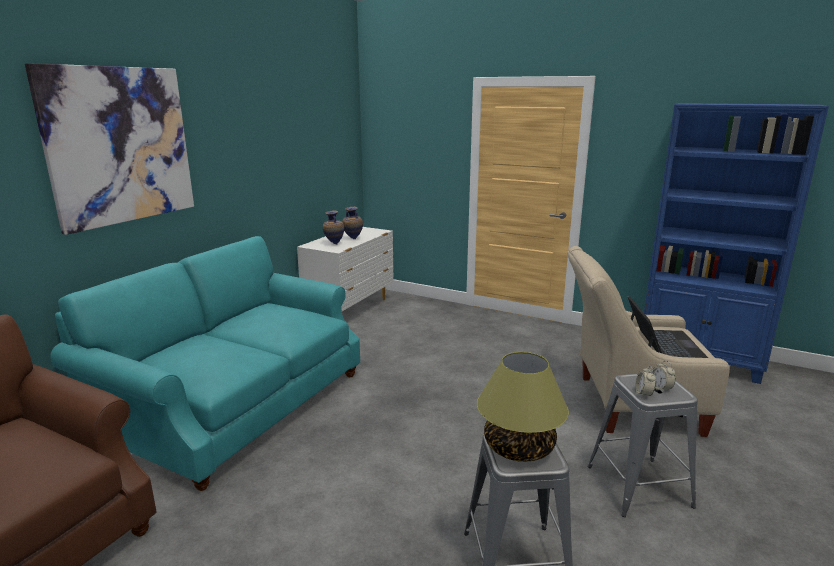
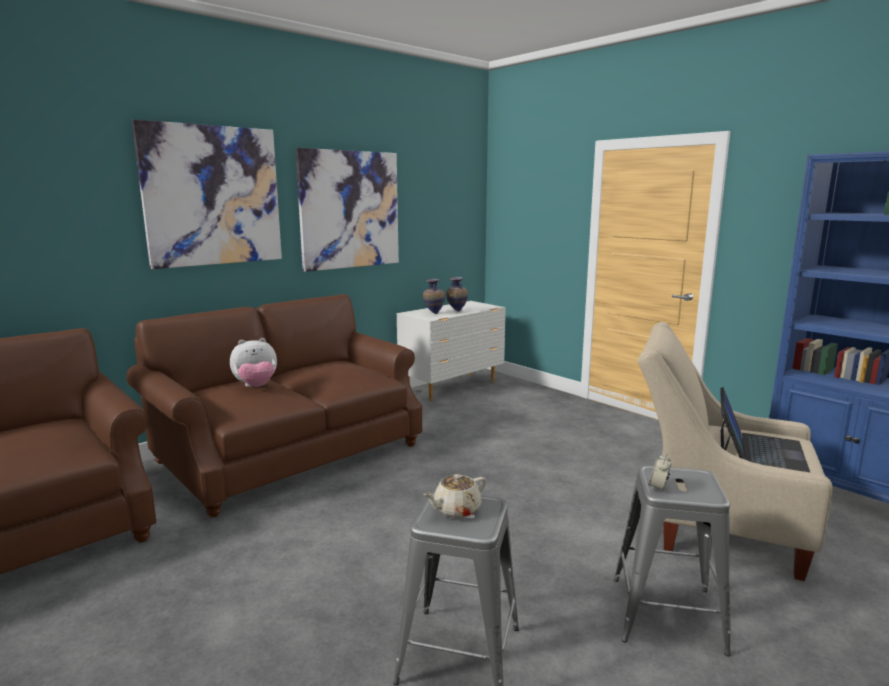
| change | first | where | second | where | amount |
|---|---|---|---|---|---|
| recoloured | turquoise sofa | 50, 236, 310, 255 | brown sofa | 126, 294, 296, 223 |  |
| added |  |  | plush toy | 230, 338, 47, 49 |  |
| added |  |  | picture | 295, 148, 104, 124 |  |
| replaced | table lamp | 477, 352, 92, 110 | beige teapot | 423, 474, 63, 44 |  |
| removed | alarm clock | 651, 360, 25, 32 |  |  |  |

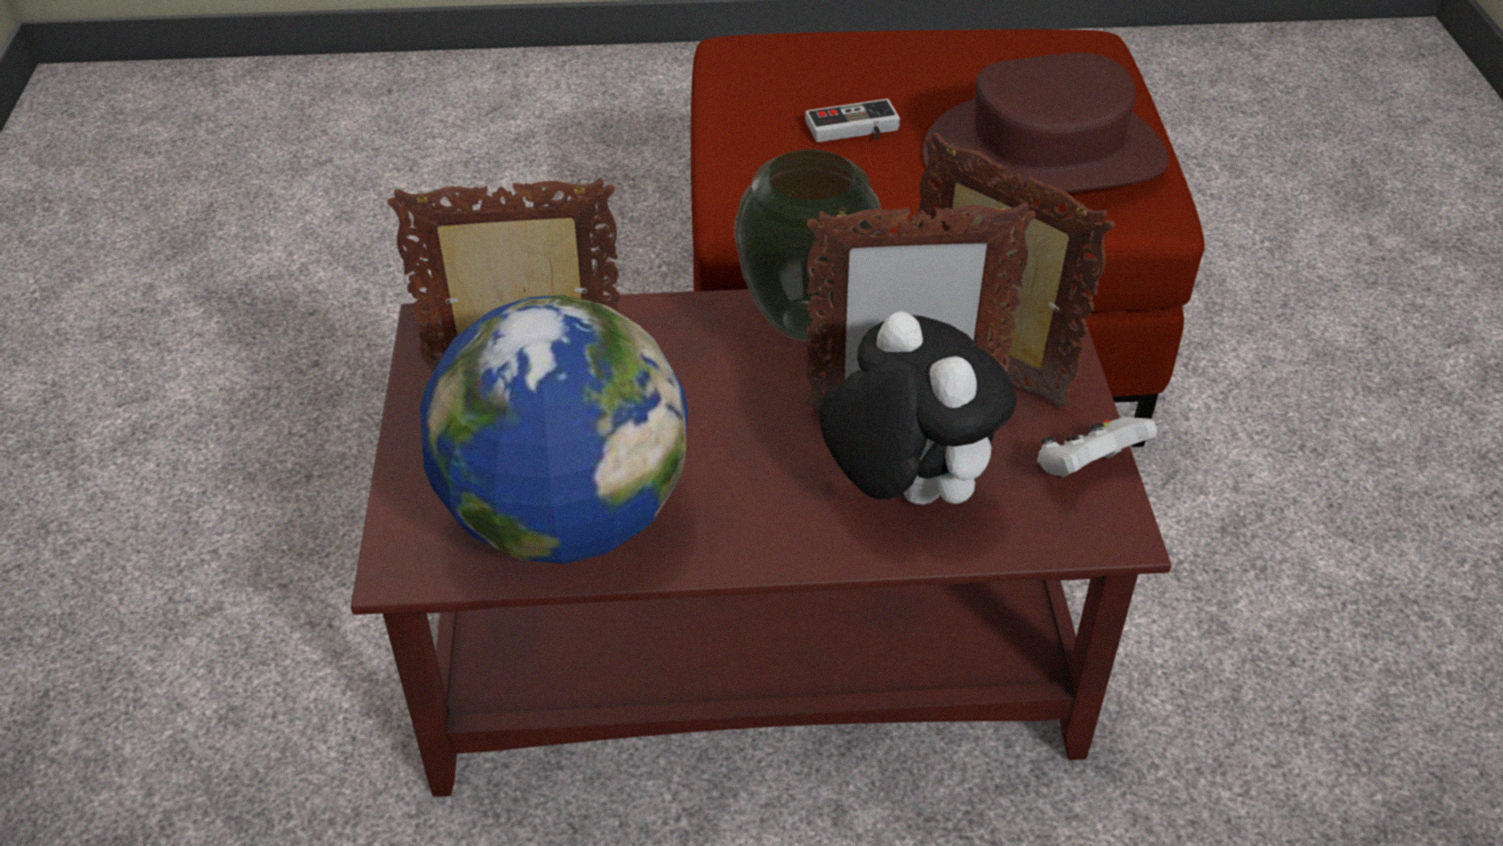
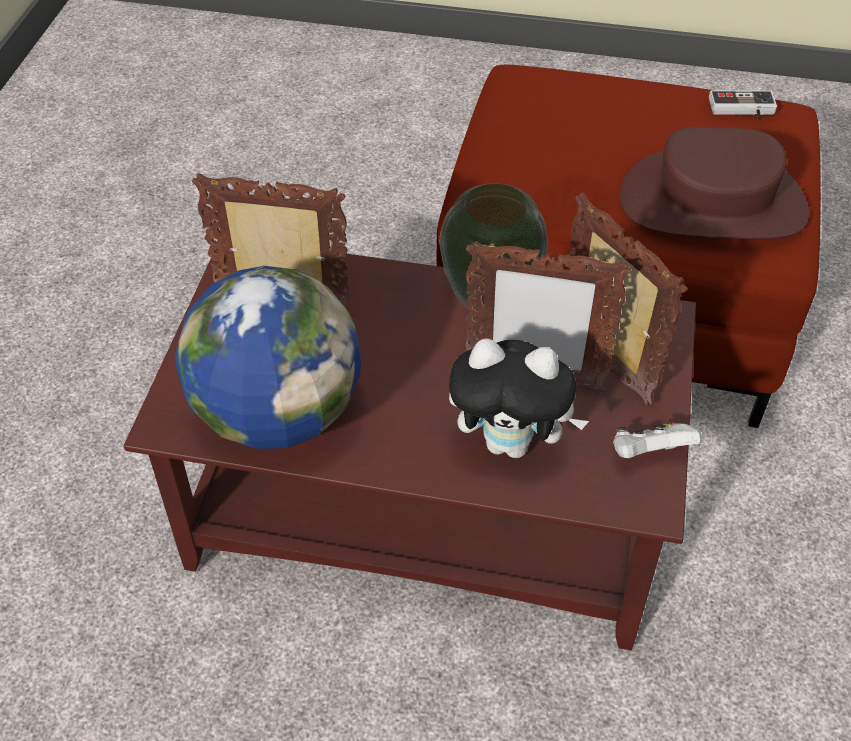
| change | first | where | second | where | amount |
|---|---|---|---|---|---|
| turned | plush toy | 819, 311, 198, 194 |  | 449, 338, 140, 120 | 120 degrees clockwise |
| moved | game controller | 805, 99, 95, 43 |  | 709, 90, 68, 29 |  |

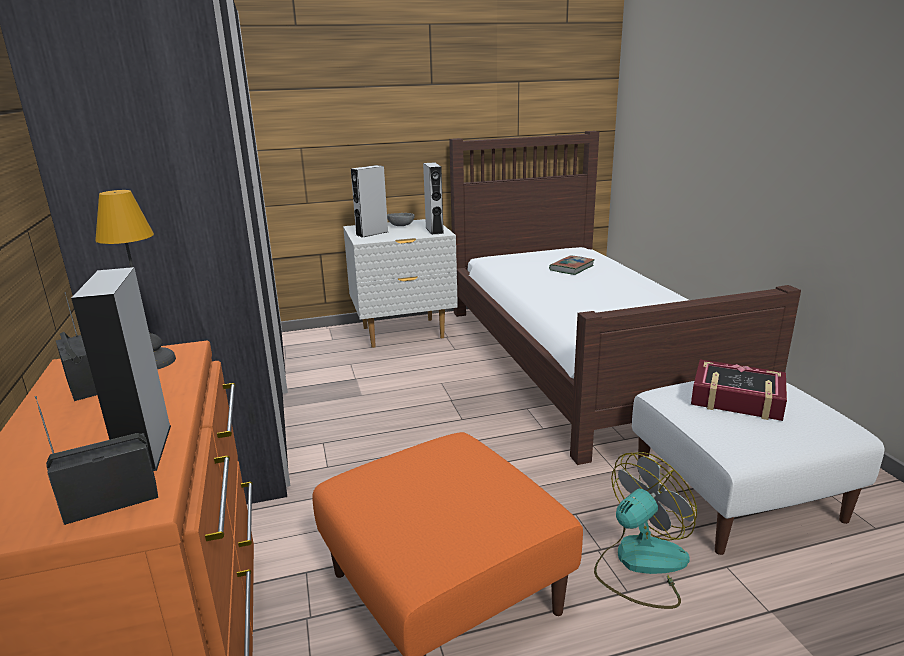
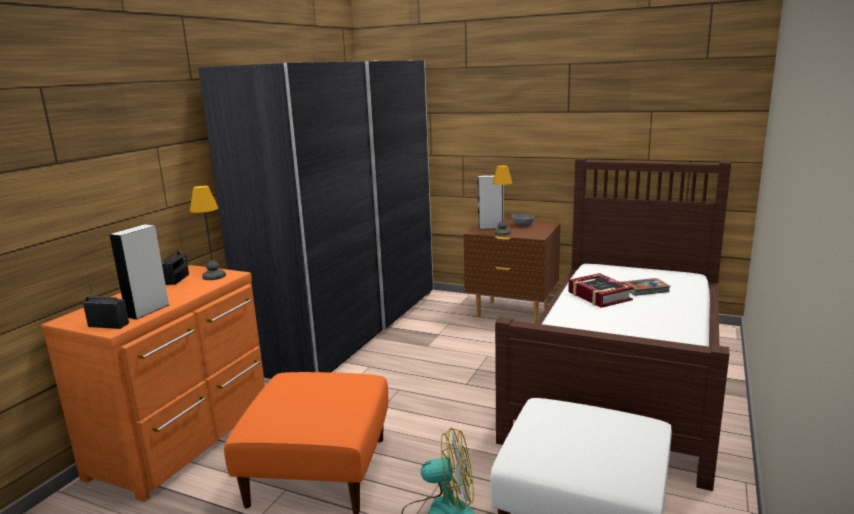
| change | first | where | second | where | amount |
|---|---|---|---|---|---|
| recoloured | white nightstand | 343, 219, 115, 129 | brown nightstand | 463, 220, 97, 103 |  |
| added |  |  | table lamp | 492, 165, 20, 71 |  |
| moved | book | 691, 360, 96, 61 |  | 568, 273, 66, 35 |  |
| removed | grey speaker | 423, 162, 21, 73 |  |  |  |

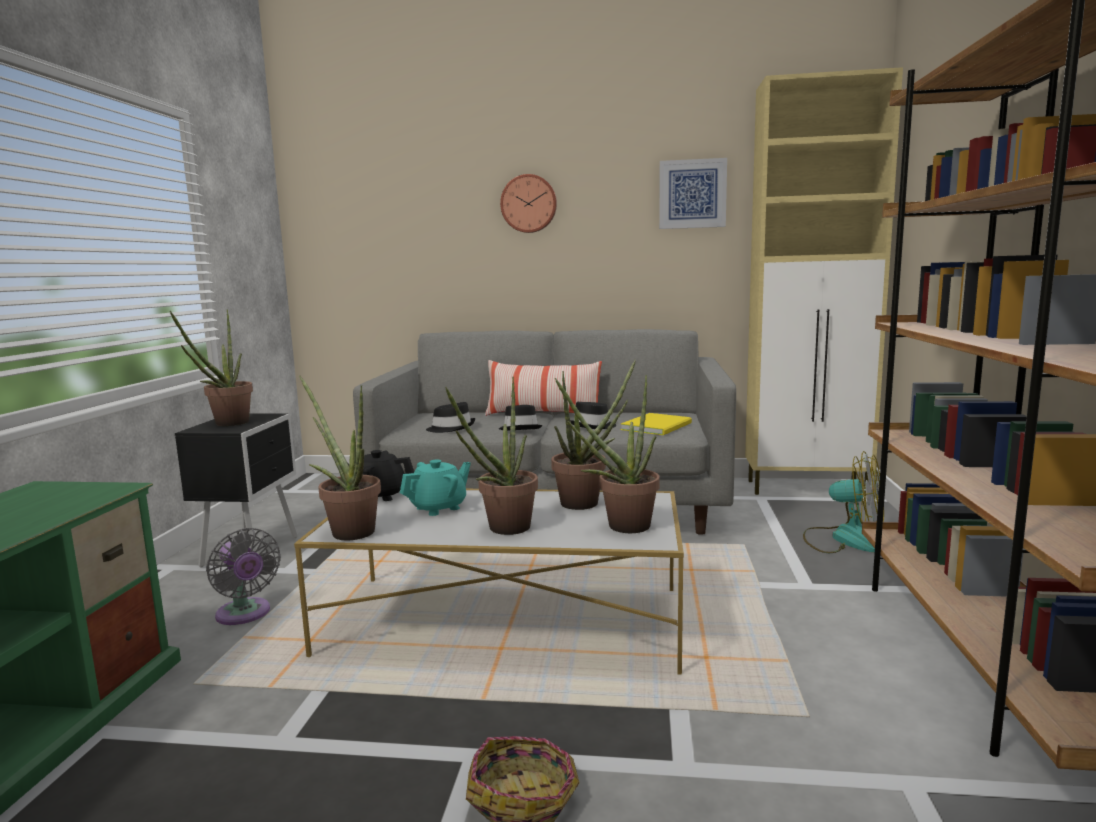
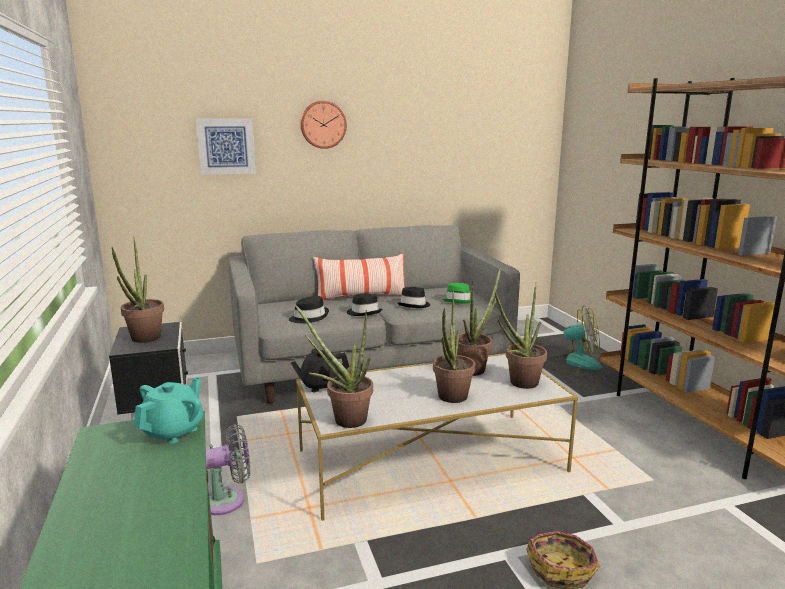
| change | first | where | second | where | amount |
|---|---|---|---|---|---|
| moved | turquoise teapot | 400, 459, 71, 57 |  | 134, 377, 69, 67 |  |
| moved | picture | 659, 158, 68, 71 |  | 196, 119, 60, 56 |  |
| turned | grey fan | 206, 528, 75, 97 |  | 206, 424, 44, 91 | 45 degrees counterclockwise |
| replaced | yellow book | 621, 413, 71, 22 | green hat | 442, 283, 32, 20 |  |
| removed | beige cabinet | 745, 67, 158, 429 |  |  |  |

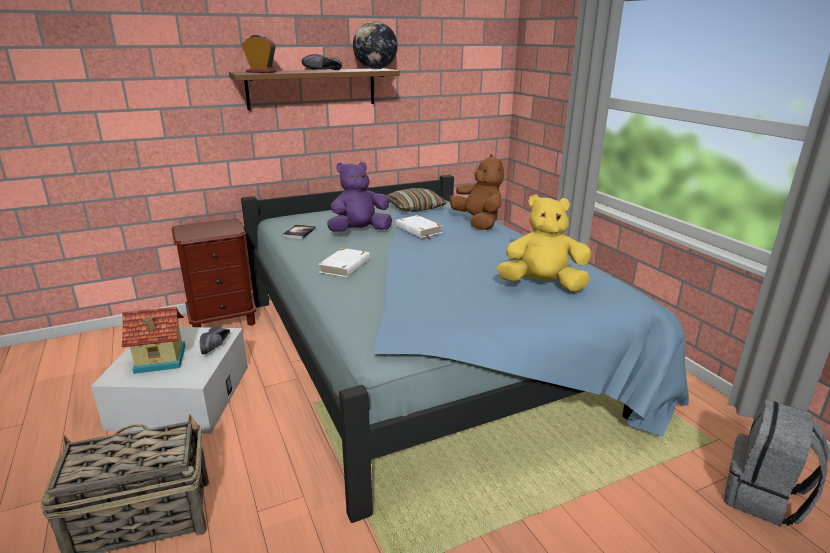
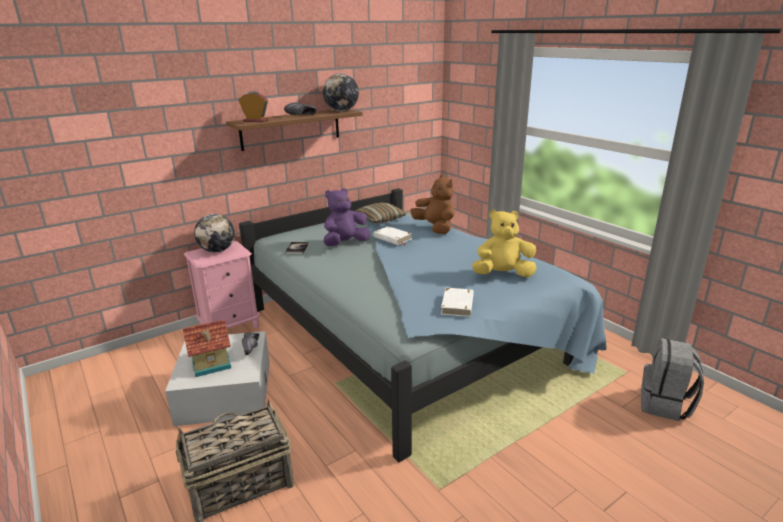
| change | first | where | second | where | amount |
|---|---|---|---|---|---|
| recoloured | brown nightstand | 171, 218, 85, 109 | pink nightstand | 184, 240, 76, 89 |  |
| added |  |  | globe | 194, 214, 41, 38 |  |
| moved | white book | 318, 248, 52, 29 |  | 441, 288, 33, 29 |  |

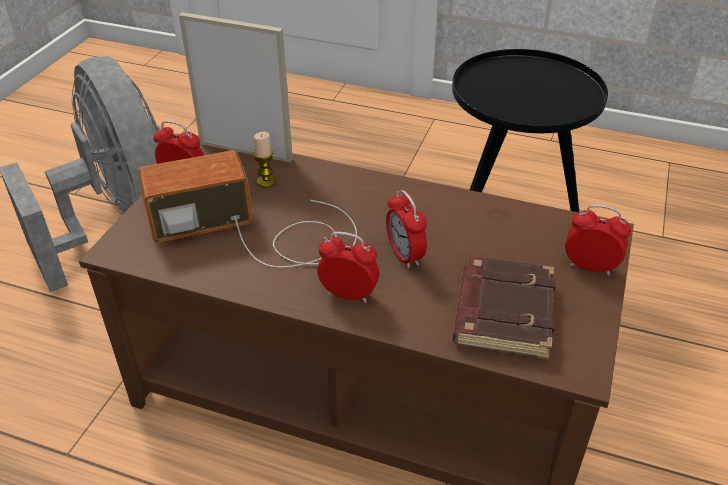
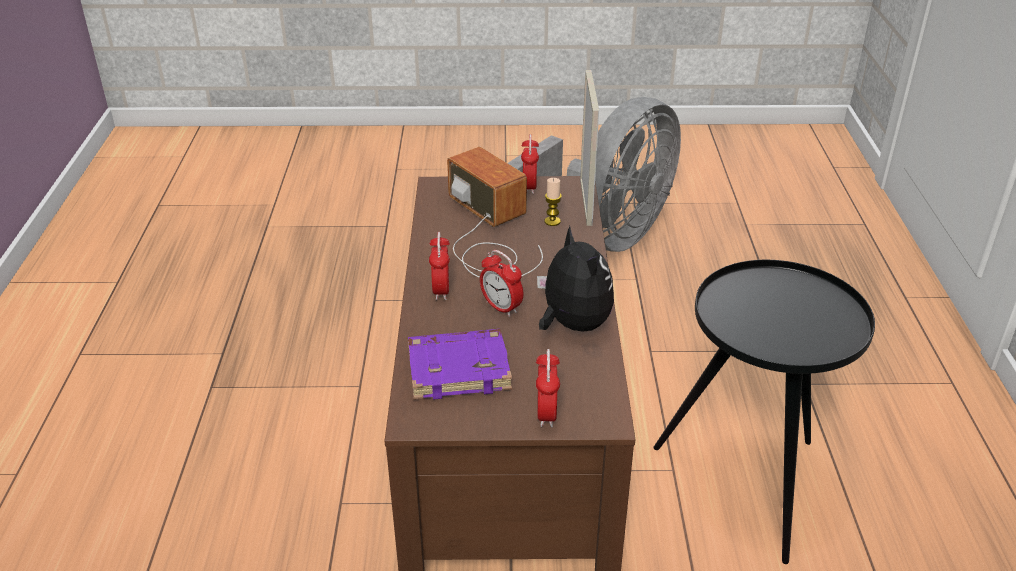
| change | first | where | second | where | amount |
|---|---|---|---|---|---|
| recoloured | brown book | 453, 257, 103, 102 | purple book | 408, 329, 104, 71 |  |
| turned | alarm clock | 386, 190, 41, 79 |  | 480, 250, 43, 67 | 90 degrees counterclockwise |
| added |  |  | plush toy | 537, 226, 77, 106 |  |

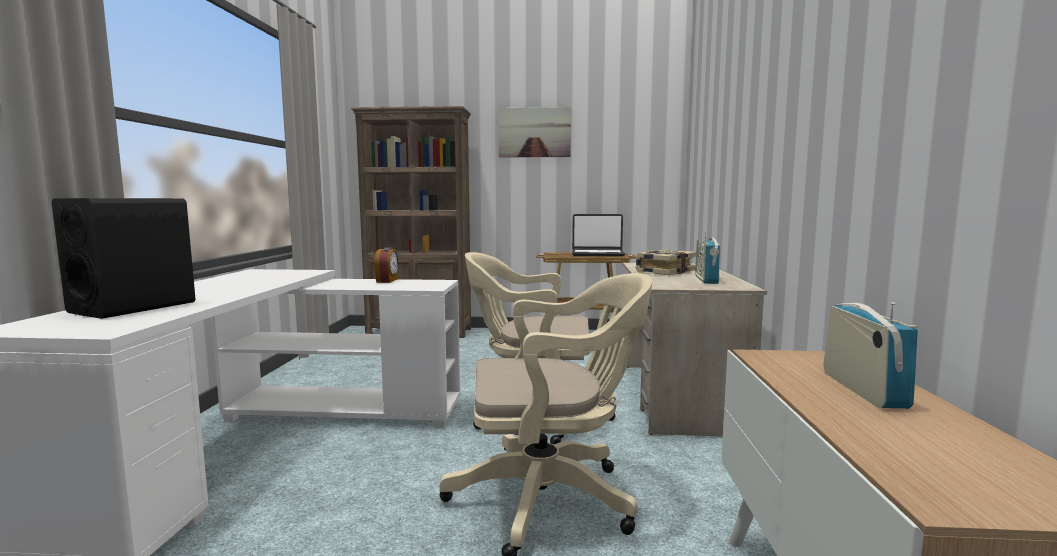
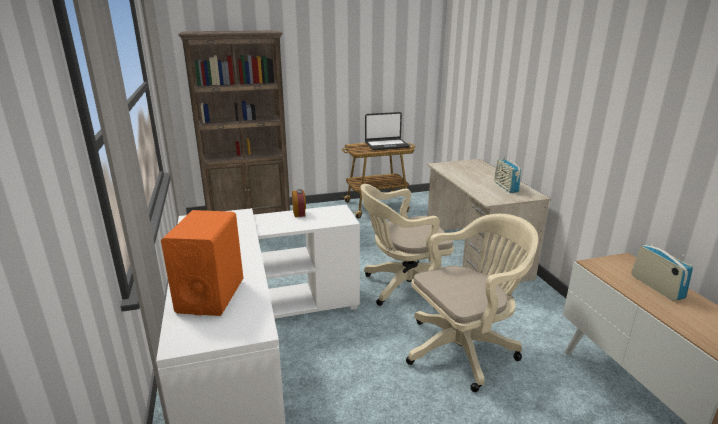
| change | first | where | second | where | amount |
|---|---|---|---|---|---|
| recoloured | black speaker | 52, 198, 143, 121 | orange speaker | 161, 210, 82, 106 |  |
| removed | picture | 498, 107, 73, 50 |  |  |  |
| removed | book | 635, 250, 61, 25 |  |  |  |

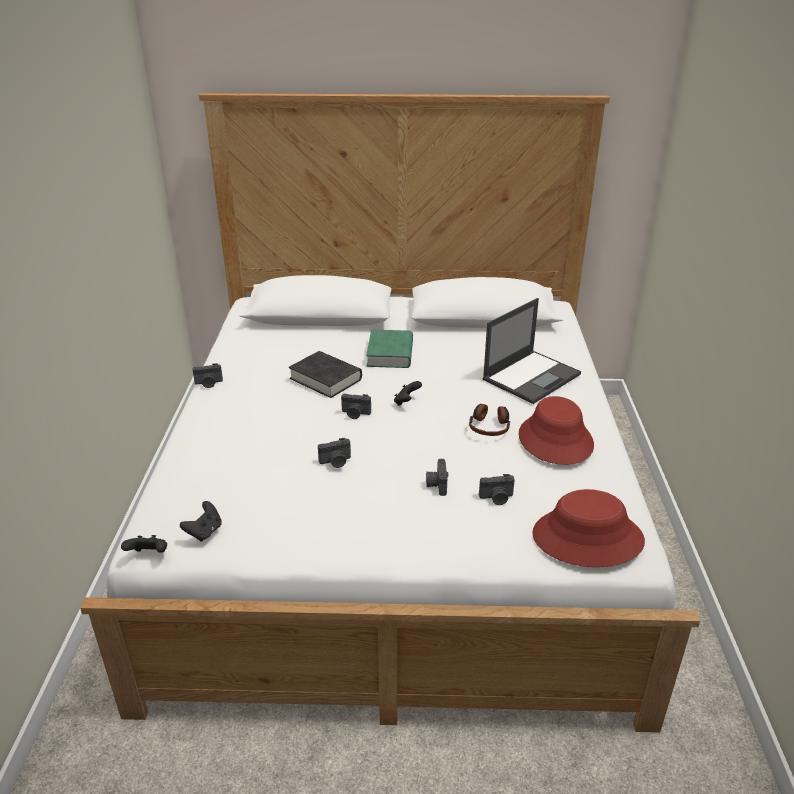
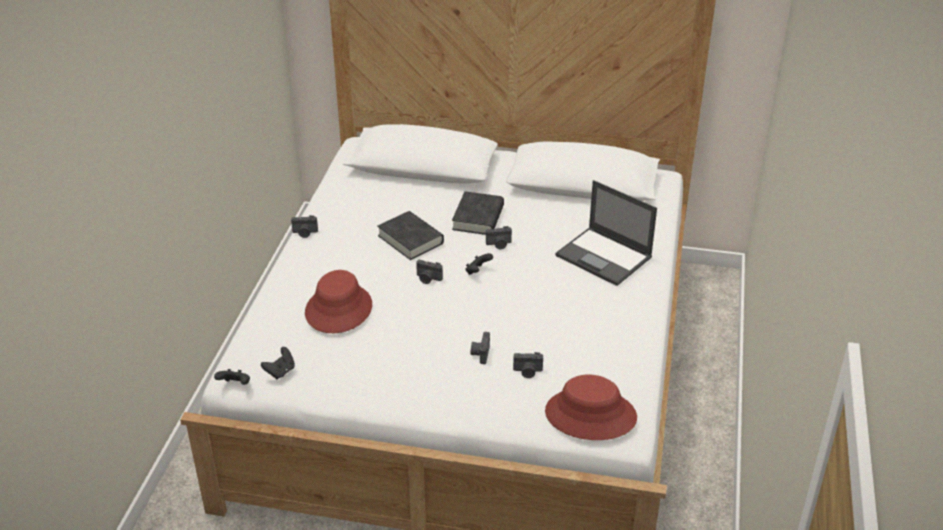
| change | first | where | second | where | amount |
|---|---|---|---|---|---|
| moved | red hat | 519, 396, 75, 69 |  | 305, 270, 67, 63 |  |
| recoloured | green book | 366, 330, 47, 38 | black book | 452, 191, 52, 44 |  |
| moved | photo camera | 318, 438, 33, 30 |  | 486, 226, 26, 23 |  |
| turned | laptop | 482, 298, 99, 106 |  | 555, 180, 102, 106 | 75 degrees clockwise |
| removed | headphones | 469, 404, 41, 32 |  |  |  |

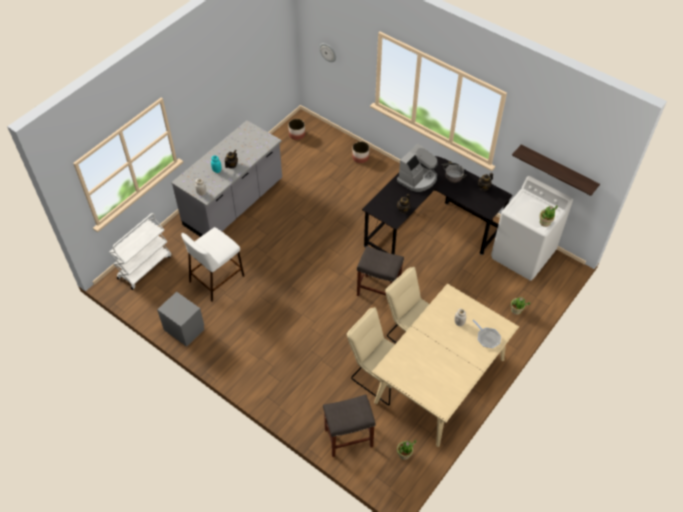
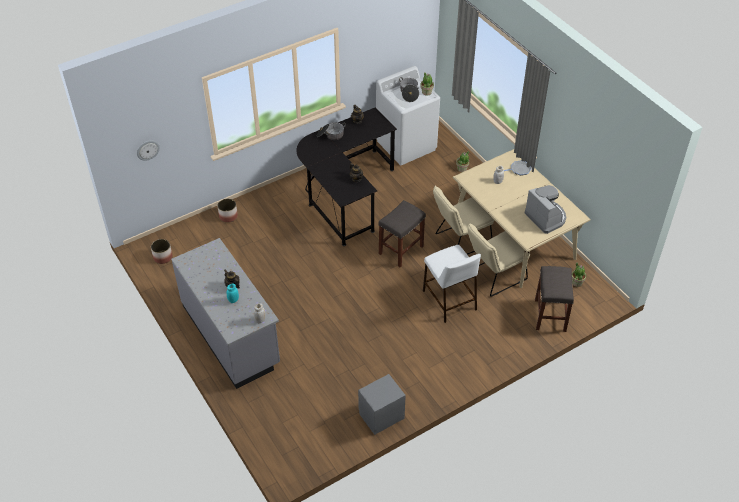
| change | first | where | second | where | amount |
|---|---|---|---|---|---|
| added |  |  | cooking pot | 399, 77, 20, 25 |  |
| moved | white stool | 181, 227, 63, 75 |  | 423, 245, 58, 78 |  |
| moved | coffee machine | 397, 143, 41, 49 |  | 525, 185, 41, 49 |  |
| removed | white cart | 109, 213, 62, 77 |  |  |  |
| removed | shelf | 512, 144, 88, 52 |  |  |  |

